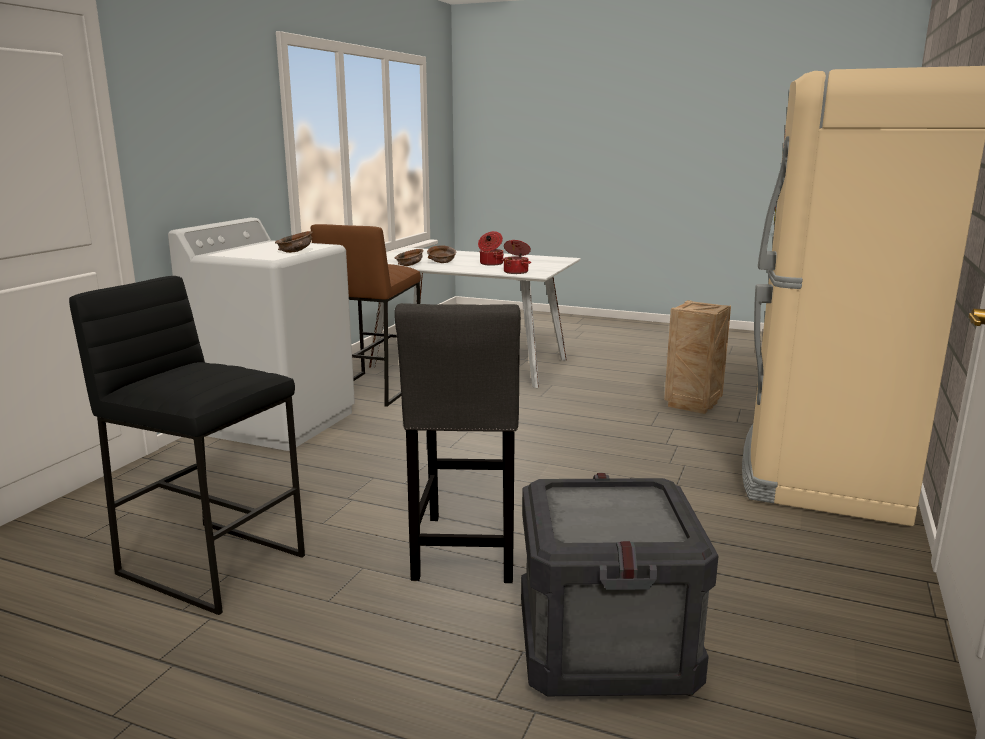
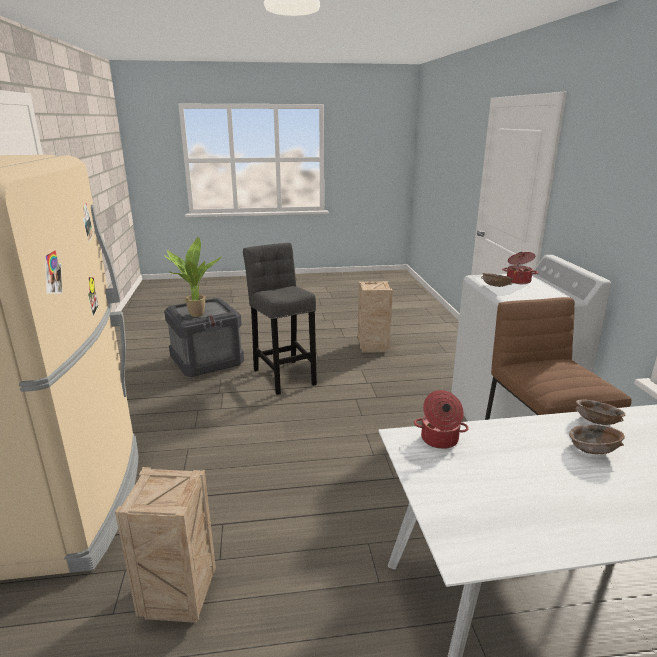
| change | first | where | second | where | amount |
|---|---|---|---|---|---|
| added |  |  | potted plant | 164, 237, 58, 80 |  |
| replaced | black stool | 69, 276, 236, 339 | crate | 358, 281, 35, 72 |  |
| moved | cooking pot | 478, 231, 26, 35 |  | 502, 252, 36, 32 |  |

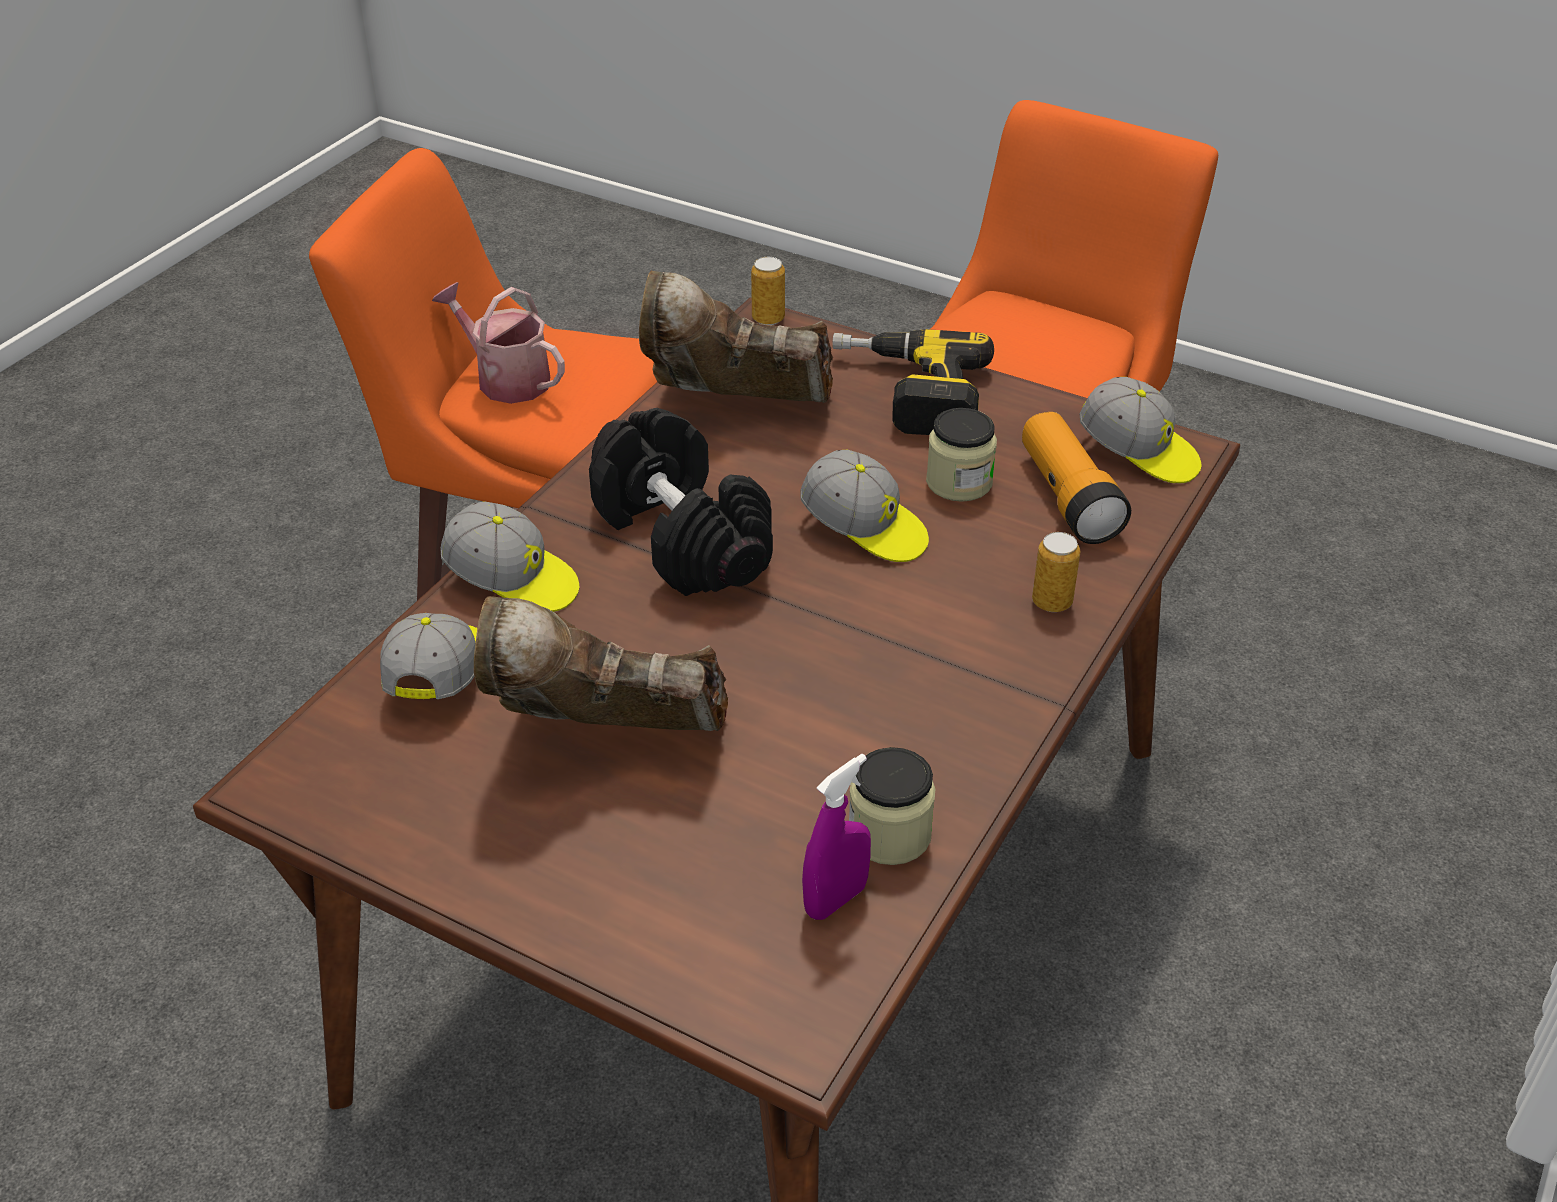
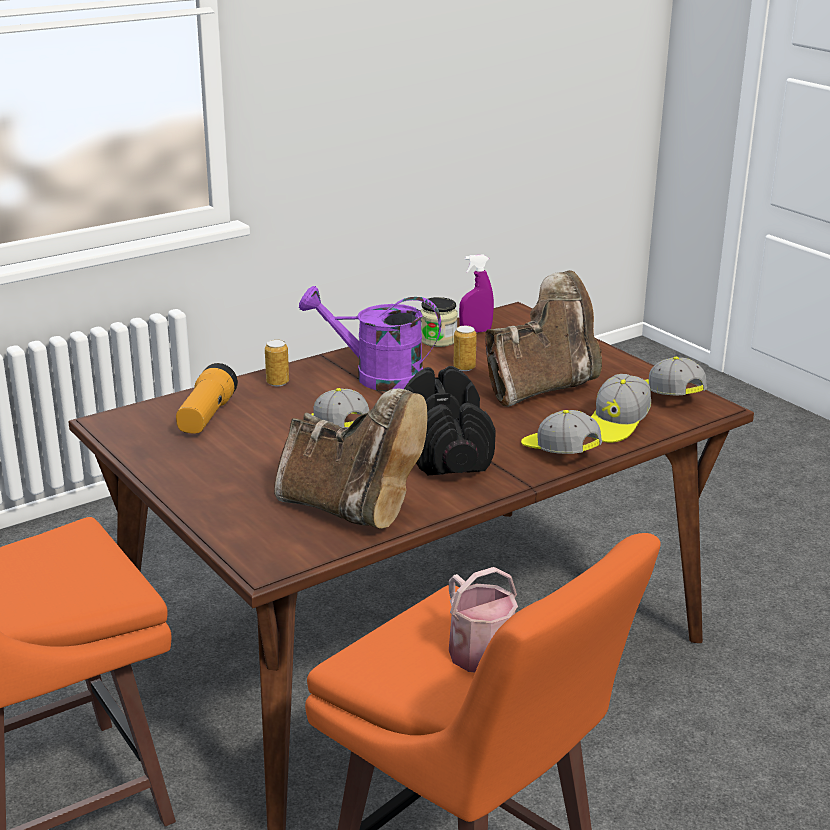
| change | first | where | second | where | amount |
|---|---|---|---|---|---|
| added |  |  | purple watering can | 299, 286, 142, 106 |  |
| moved | can | 751, 257, 34, 68 |  | 453, 326, 24, 45 |  |
| turned | brown boot | 474, 596, 254, 135 |  | 485, 270, 117, 137 | 60 degrees counterclockwise |
| moved | cap | 1080, 377, 122, 106 |  | 645, 357, 62, 39 |  |
| removed | power drill | 832, 329, 162, 106 |  |  |  |
| removed | jar | 926, 408, 71, 94 |  |  |  |

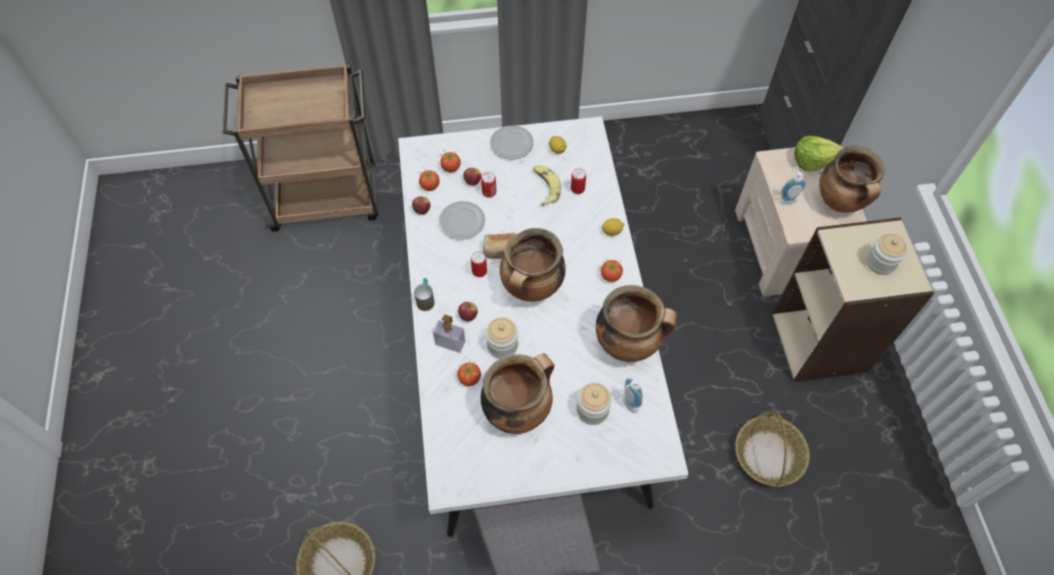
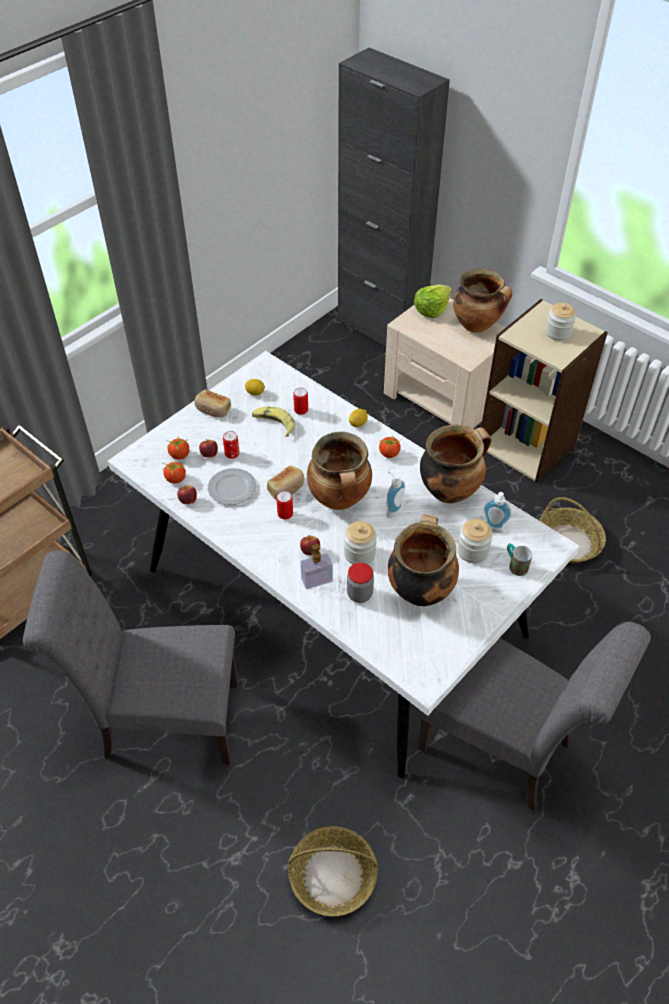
| change | first | where | second | where | amount |
|---|---|---|---|---|---|
| added |  |  | grey chair | 23, 551, 215, 214 |  |
| replaced | plate | 490, 125, 44, 35 | bread | 194, 389, 37, 28 |  |
| replaced | tomato | 457, 361, 24, 25 | jar | 347, 563, 27, 40 |  |
| moved | soap dispenser | 779, 166, 27, 39 |  | 386, 471, 19, 47 |  |
| moved | mug | 414, 278, 21, 33 |  | 507, 543, 25, 33 |  |

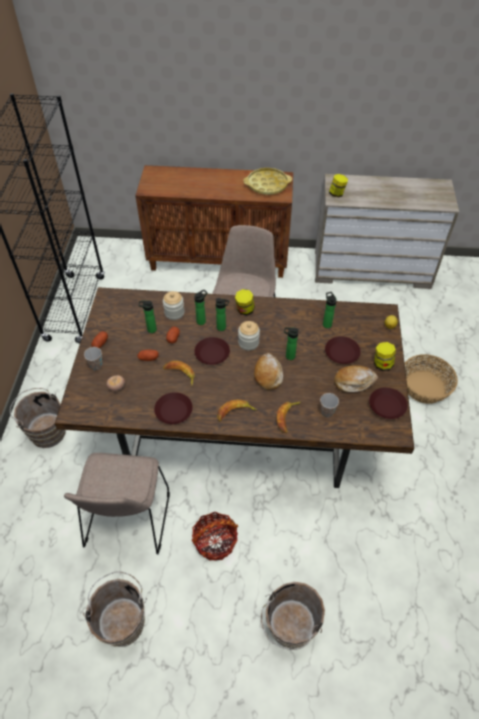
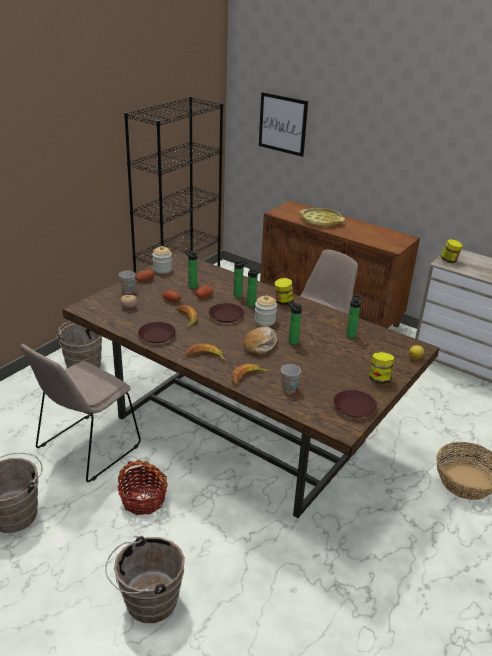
| change | first | where | second | where | amount |
|---|---|---|---|---|---|
| moved | jar | 163, 291, 21, 29 |  | 152, 246, 20, 28 |  |
| added |  |  | picture | 259, 92, 49, 65 |  |
| moved | yellow tray | 243, 168, 49, 27 |  | 300, 208, 45, 19 |  |
| removed | brown plate | 325, 336, 36, 28 |  |  |  |
| removed | bread | 334, 365, 44, 27 |  |  |  |

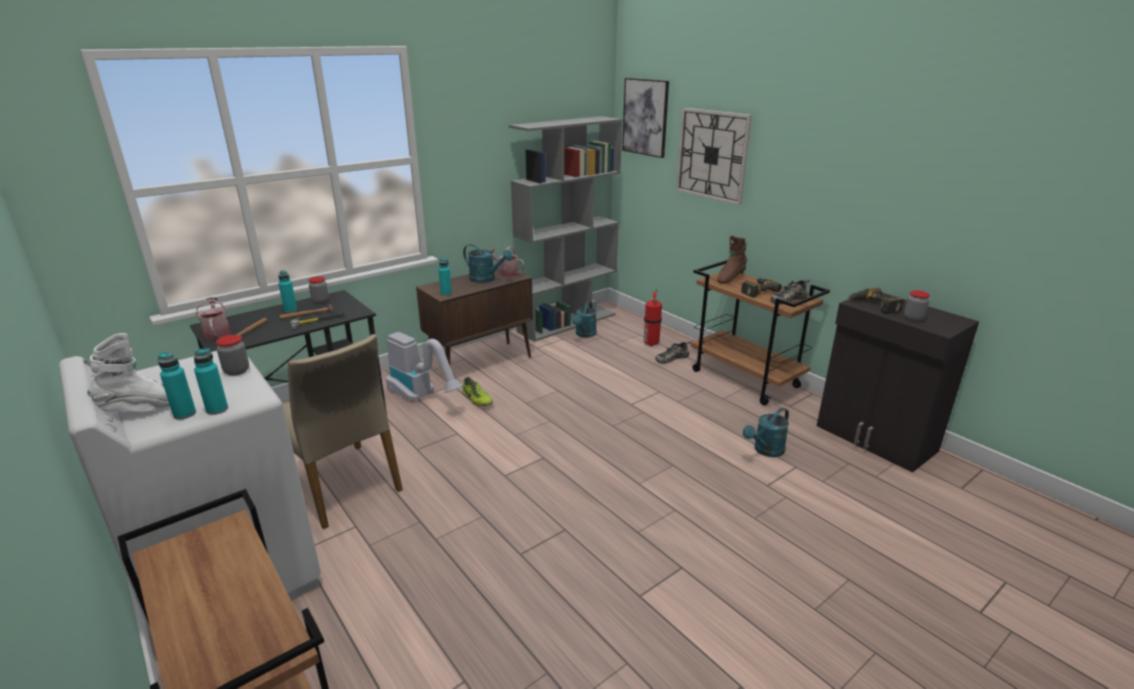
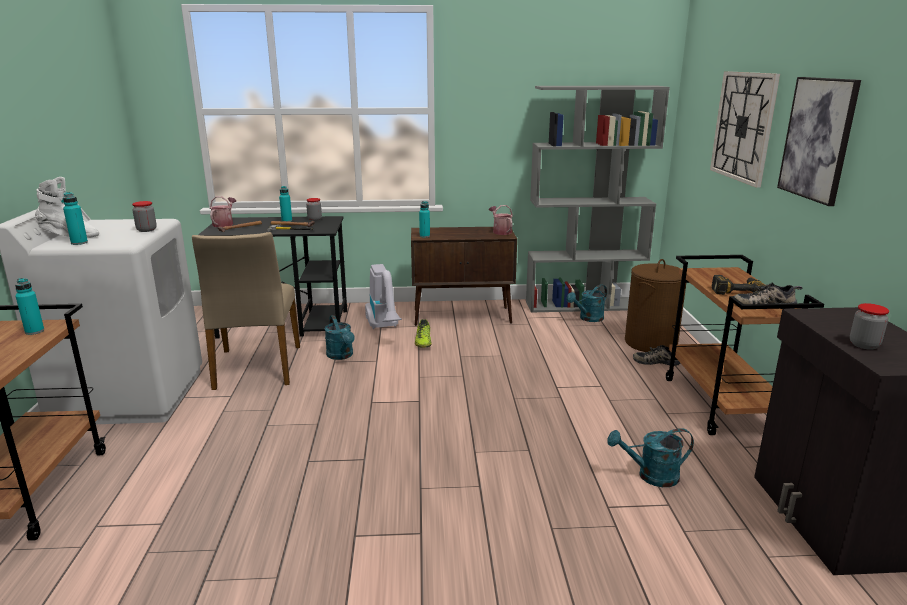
| change | first | where | second | where | amount |
|---|---|---|---|---|---|
| moved | turquoise bottle | 194, 348, 34, 67 |  | 15, 278, 29, 57 |  |
| moved | turquoise watering can | 463, 244, 50, 39 |  | 325, 315, 30, 45 |  |
| replaced | fire extinguisher | 644, 288, 18, 58 | brown laundry basket | 625, 259, 61, 93 |  |
| moved | picture | 622, 78, 47, 80 |  | 777, 77, 84, 129 |  |
| removed | brown boot | 717, 236, 30, 48 |  |  |  |
| removed | power drill | 849, 288, 55, 26 |  |  |  |

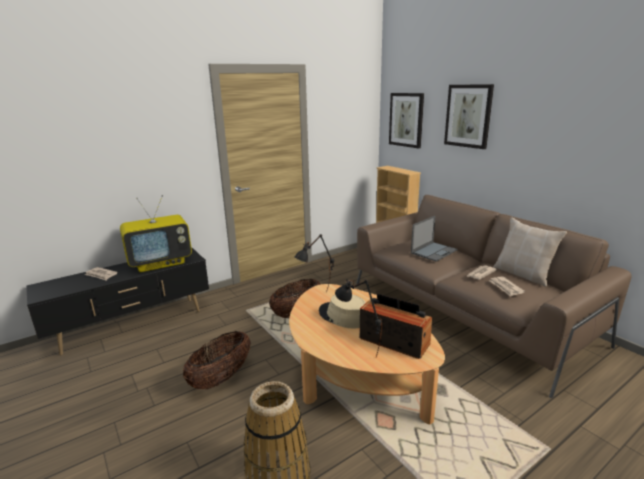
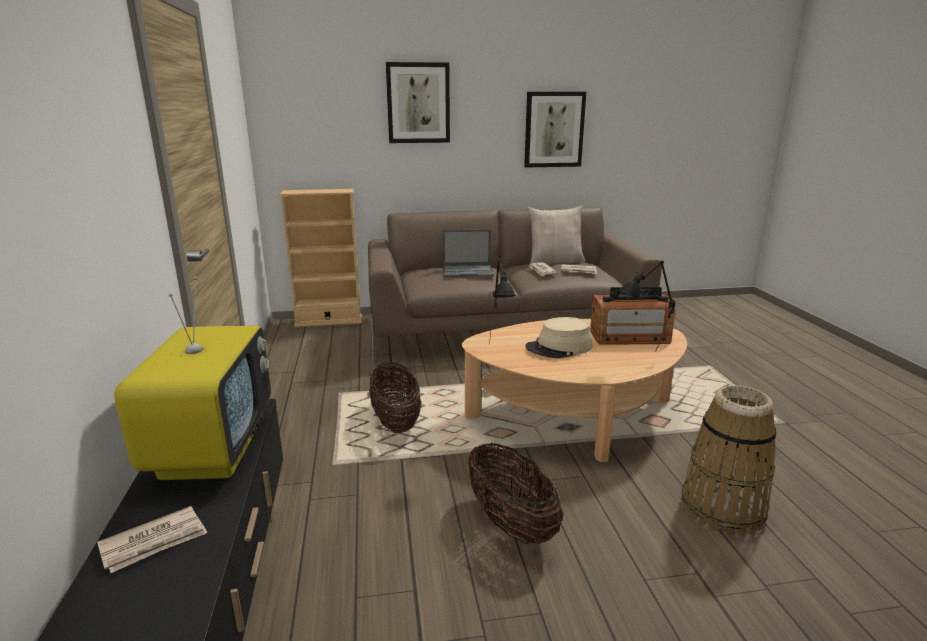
| change | first | where | second | where | amount |
|---|---|---|---|---|---|
| turned | laptop | 411, 216, 47, 46 |  | 442, 230, 52, 47 | 105 degrees clockwise |
| moved | picture | 389, 93, 35, 55 |  | 524, 92, 62, 76 |  |
| turned | radio | 360, 294, 72, 65 |  | 590, 287, 85, 58 | 150 degrees counterclockwise |

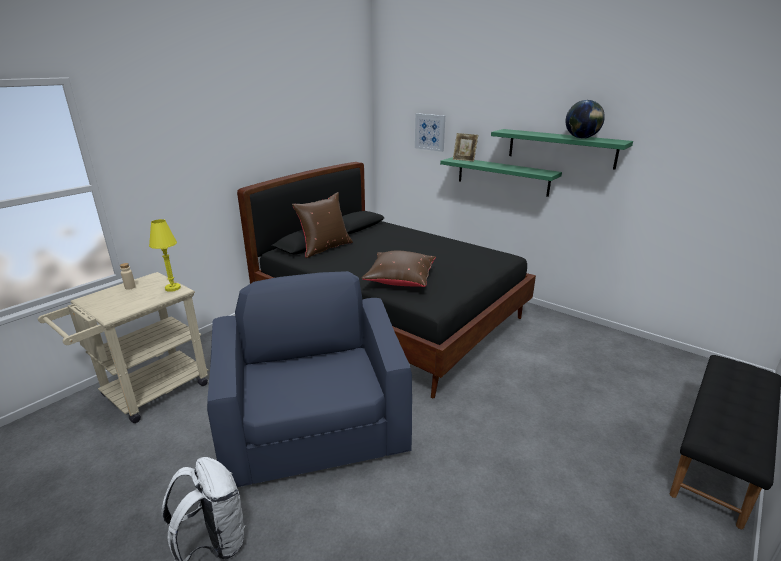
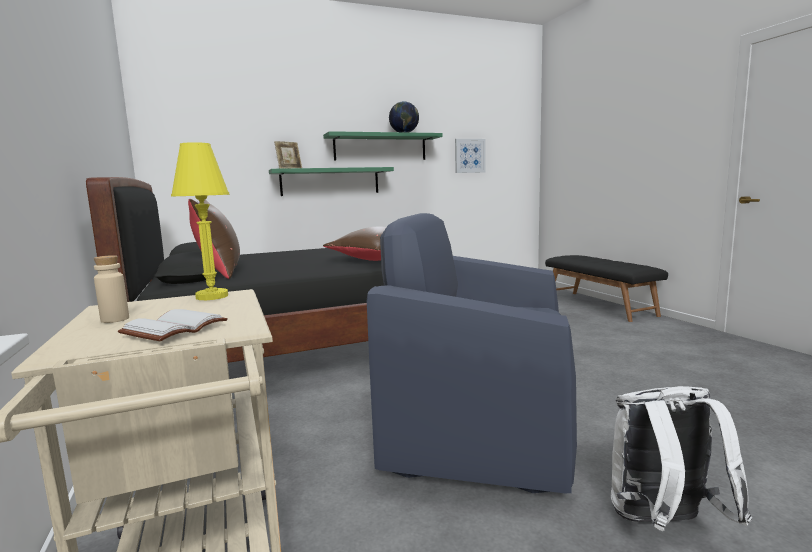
| change | first | where | second | where | amount |
|---|---|---|---|---|---|
| added |  |  | white book | 118, 309, 110, 33 |  |
| moved | picture | 415, 113, 30, 39 |  | 455, 139, 30, 34 |  |

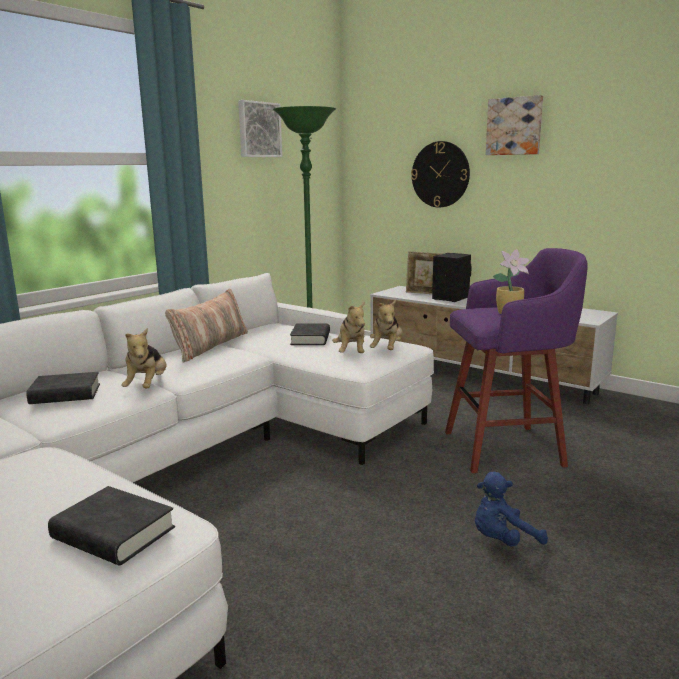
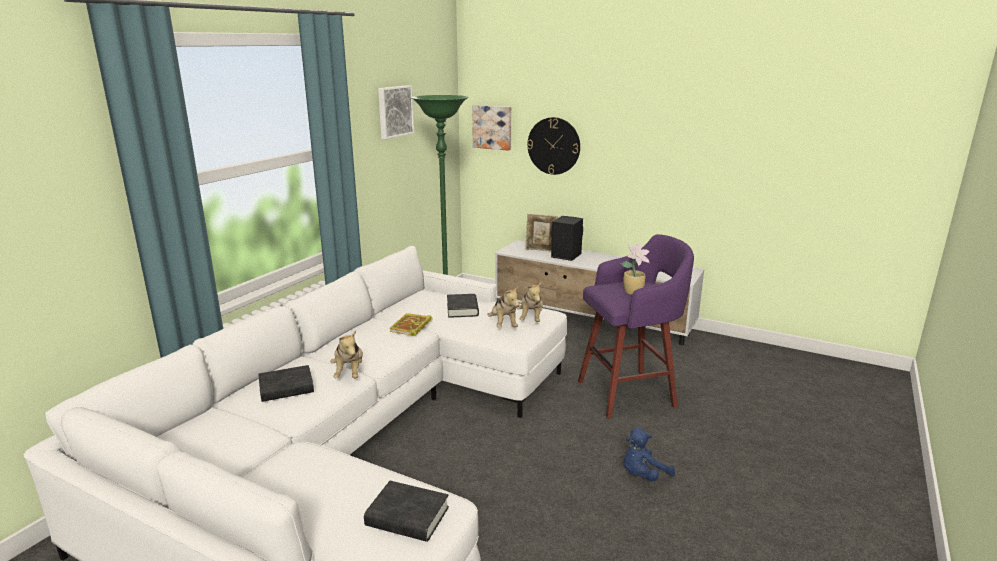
| change | first | where | second | where | amount |
|---|---|---|---|---|---|
| added |  |  | book | 389, 313, 43, 23 |  |
| moved | picture | 486, 95, 57, 60 |  | 472, 105, 39, 46 |  |
| removed | pillow | 165, 289, 83, 73 |  |  |  |

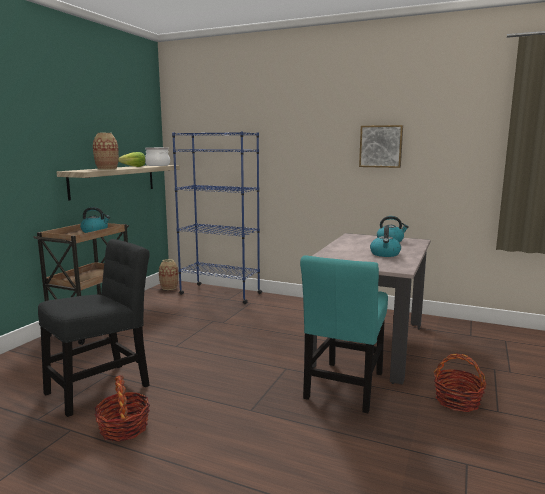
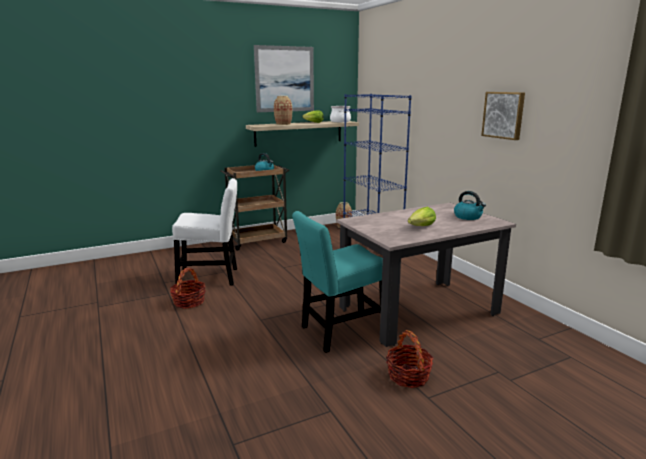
| change | first | where | second | where | amount |
|---|---|---|---|---|---|
| recoloured | black chair | 38, 239, 112, 178 | white chair | 172, 178, 65, 107 |  |
| added |  |  | picture | 254, 45, 60, 67 |  |
| replaced | kettle | 370, 226, 31, 31 | lettuce | 408, 207, 28, 19 |  |

